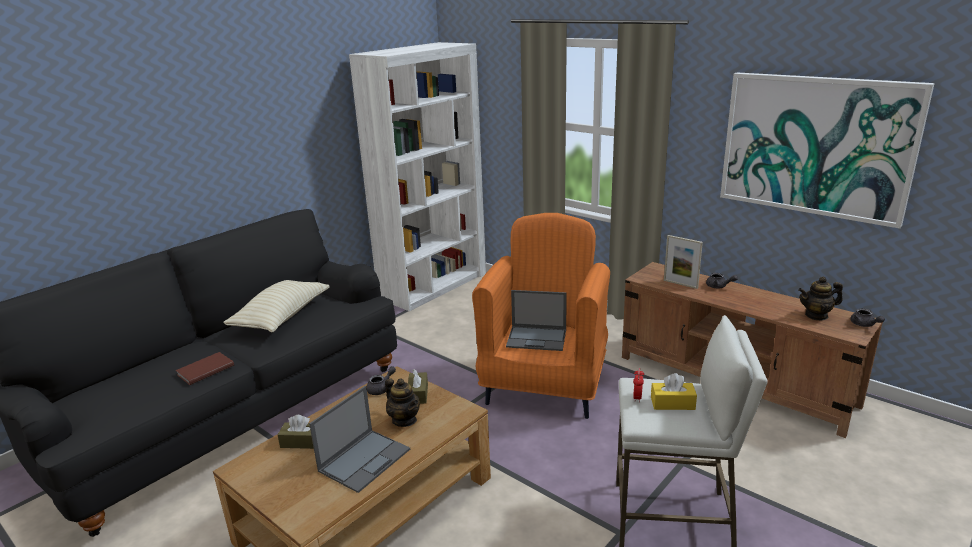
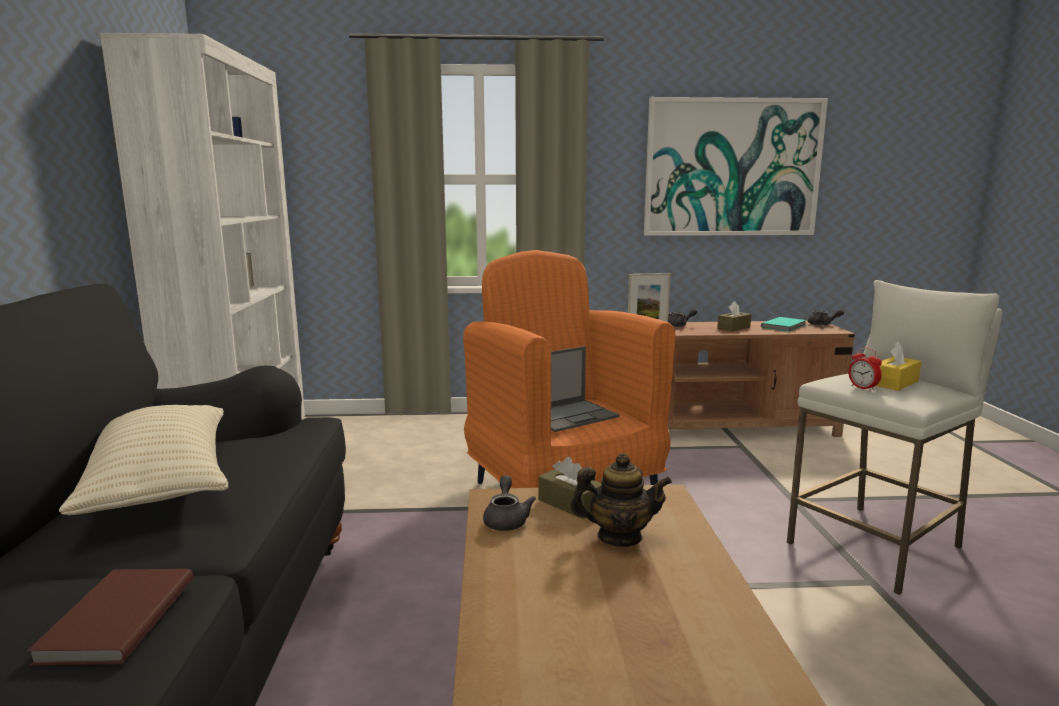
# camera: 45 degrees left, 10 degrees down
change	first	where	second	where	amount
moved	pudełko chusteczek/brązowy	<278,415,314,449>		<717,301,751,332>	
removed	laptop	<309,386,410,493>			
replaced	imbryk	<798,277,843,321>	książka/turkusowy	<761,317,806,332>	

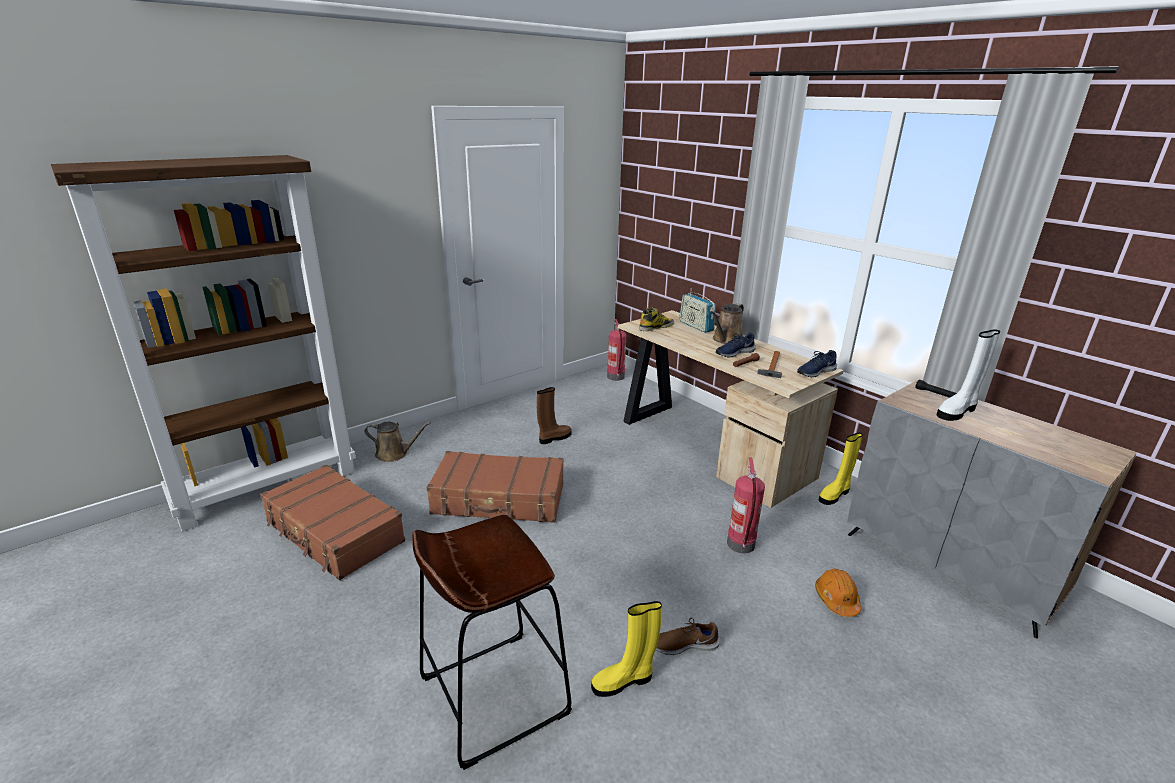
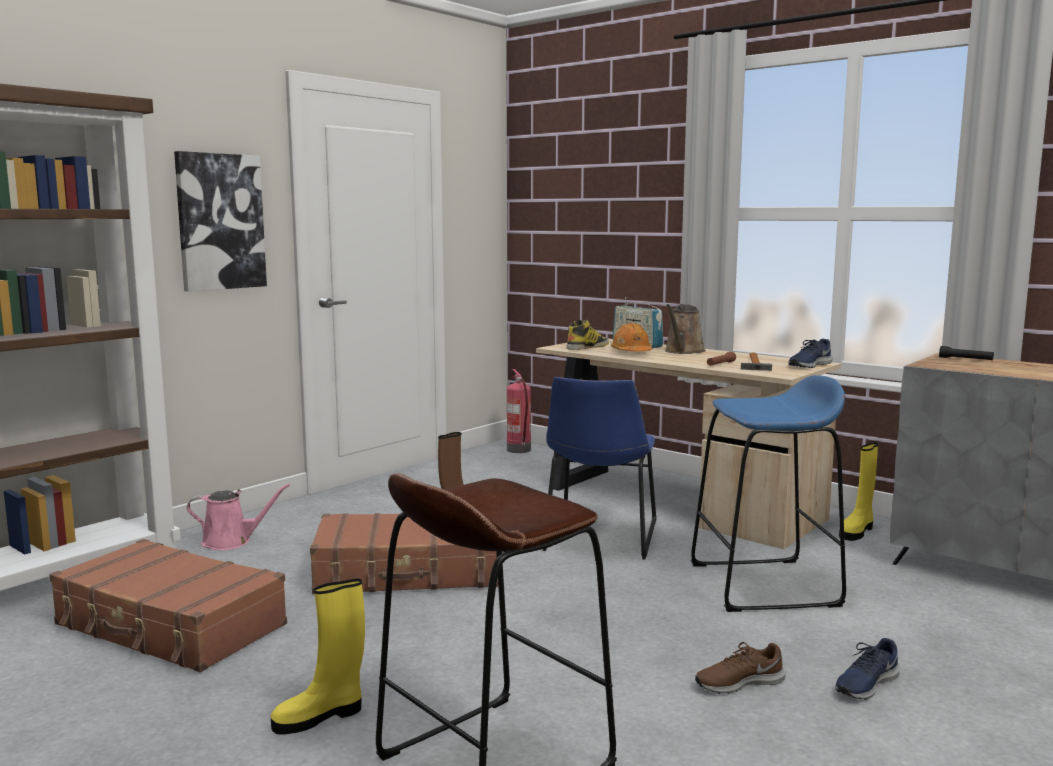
# camera: 10 degrees left, 15 degrees down
change	first	where	second	where	amount
recoloured	konewka/brązowy	<365,422,430,462>	konewka/różowy	<187,484,290,550>	
moved	but z cholewką/żółty	<591,601,662,697>		<271,579,365,735>	
moved	but/niebieski	<715,333,756,358>		<835,638,900,700>	
replaced	gaśnica	<727,457,765,553>	stołek/niebieski	<691,375,846,612>	
moved	kask/pomarańczowy	<815,569,861,617>		<611,323,653,351>	
removed	but z cholewką/biały	<937,329,1000,421>			
added			obraz	<174,151,267,292>	
added			krzesło/niebieski	<543,377,656,559>	

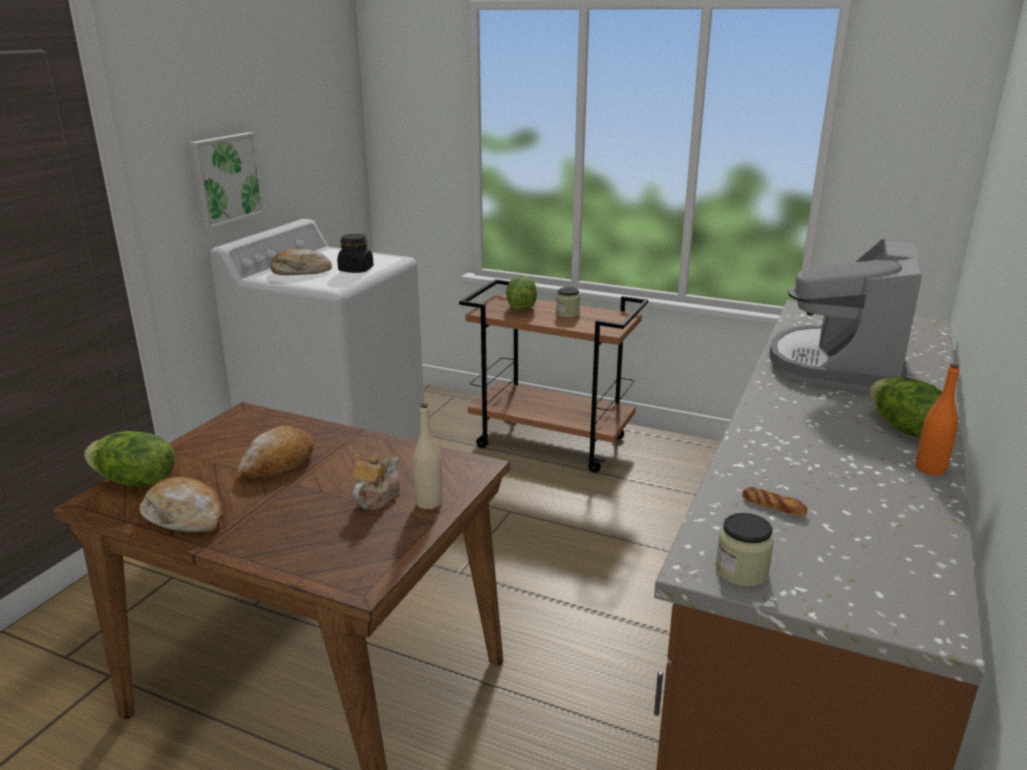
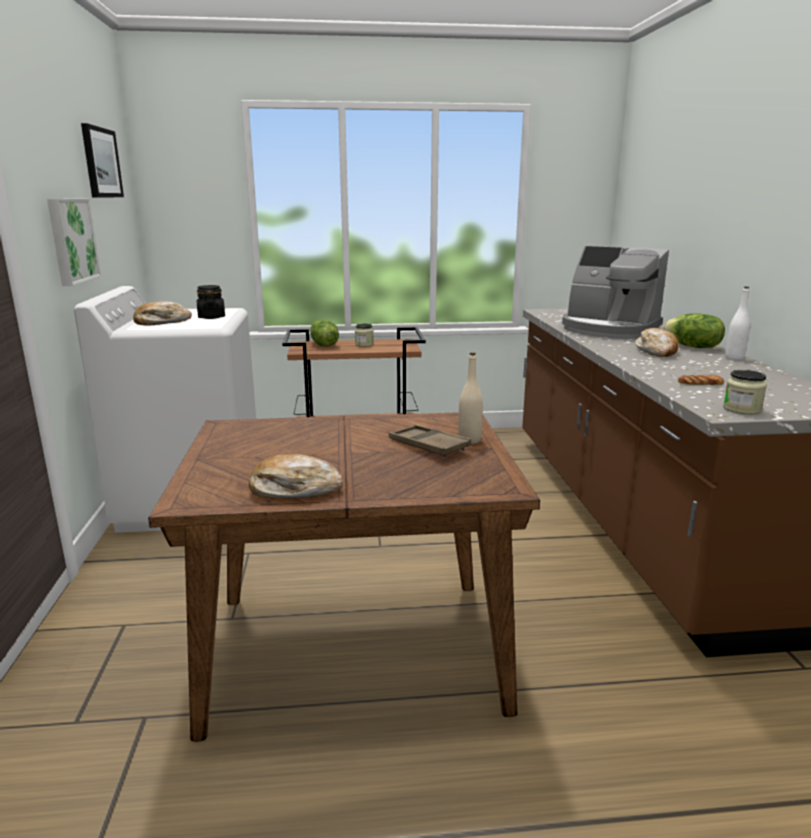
# camera: 30 degrees left, 5 degrees down
change	first	where	second	where	amount
removed	sałata	<84,431,175,487>			
moved	chleb	<237,426,314,479>		<635,328,679,357>	
replaced	imbryk	<352,455,400,510>	taca/brązowy	<389,425,471,457>	
turned	ekspres do kawy	<769,239,922,392>		<562,246,669,339>	45 degrees counterclockwise
recoloured	butelka/pomarańczowy	<916,364,960,475>	butelka/biały	<725,287,750,360>	
added			obraz	<81,123,124,197>	

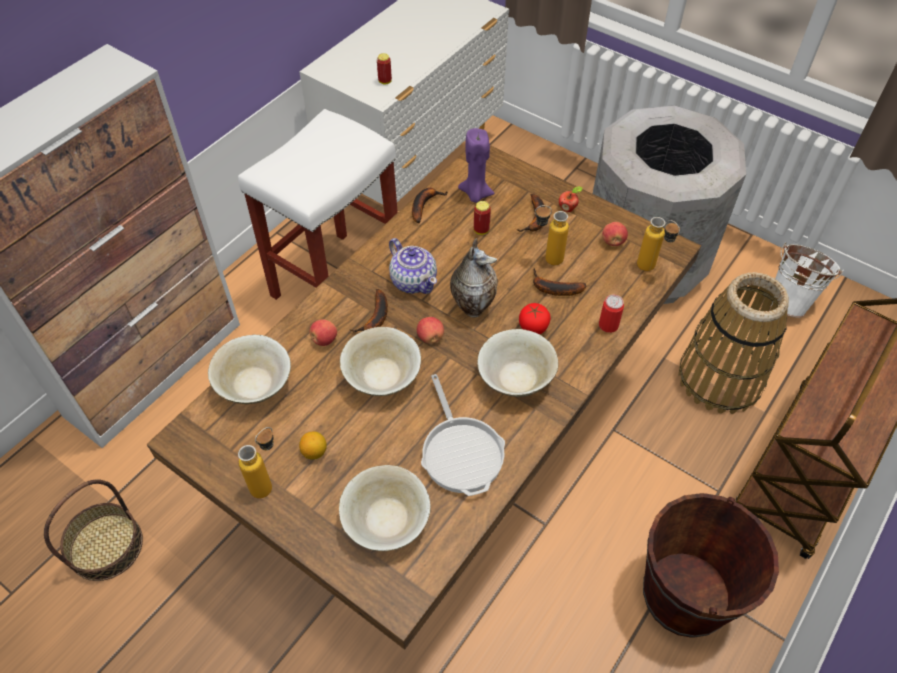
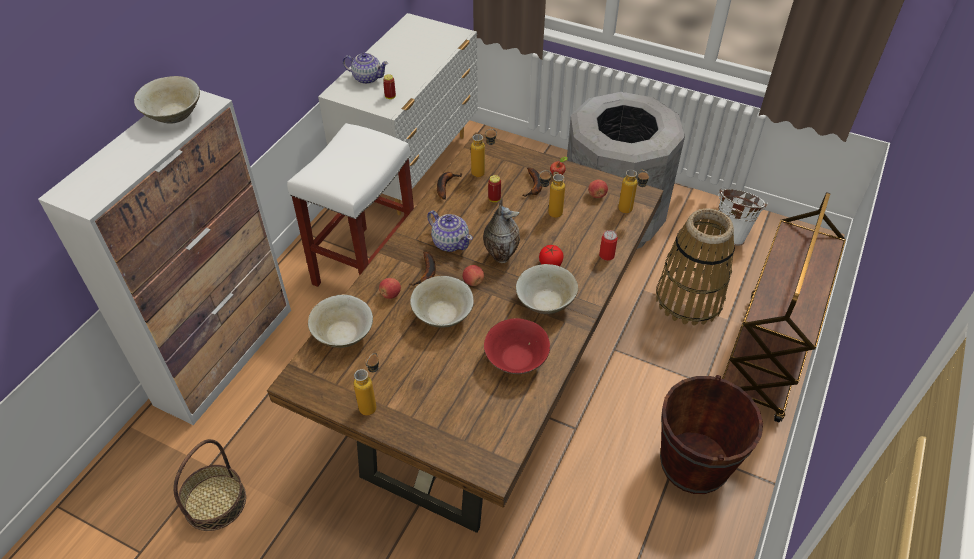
# camera: 10 degrees left, 5 degrees down
change	first	where	second	where	amount
removed	cytryna	<299,431,327,459>			
moved	miska/beżowy	<339,465,431,551>		<134,76,200,124>	
replaced	patelnia	<421,374,505,496>	miska/czerwony	<484,318,550,374>	
replaced	świeca/fioletowy	<458,128,494,203>	butelka	<471,129,497,177>	
removed	banan	<533,268,587,296>			
added			imbryk	<343,53,388,84>	

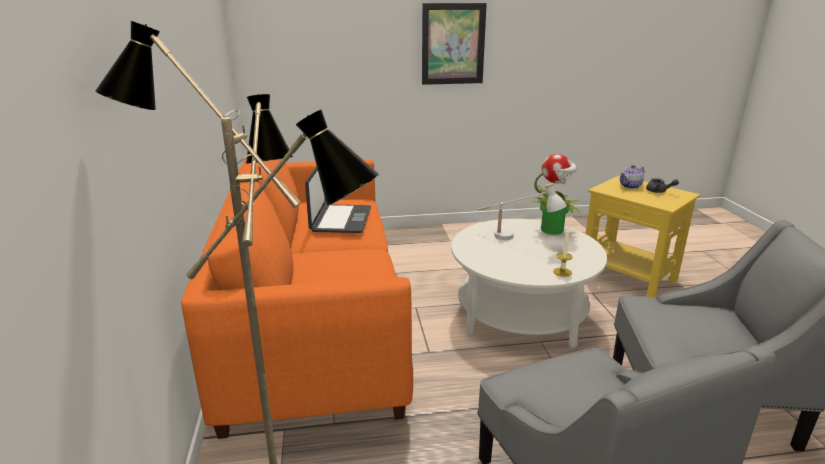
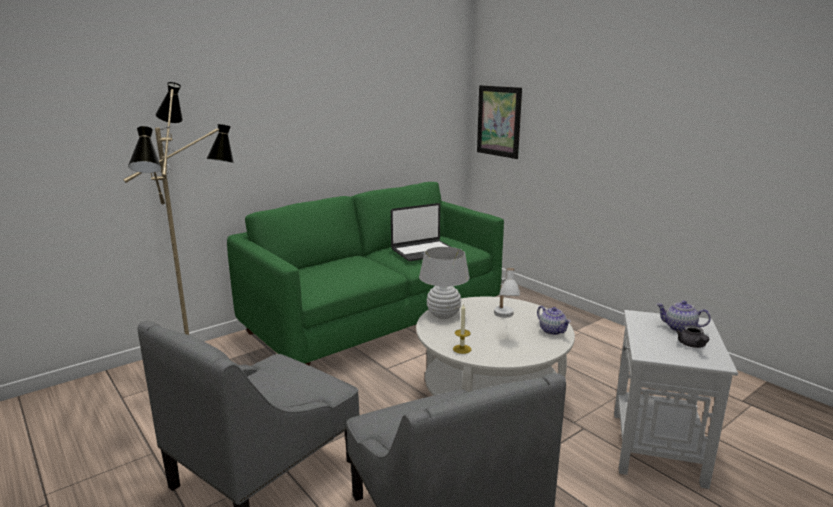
# camera: 60 degrees right, 5 degrees down
change	first	where	second	where	amount
recoloured	kanapa/pomarańczowy	<181,152,413,439>	kanapa/zielony	<227,182,504,366>	
moved	obraz	<422,3,487,85>		<477,85,522,159>	
replaced	roślina doniczkowa	<530,154,580,235>	imbryk	<537,306,571,335>	
recoloured	stolik/żółty	<586,175,700,298>	stolik/biały	<614,310,738,489>	
added			lampa stołowa/biały	<419,247,470,319>	

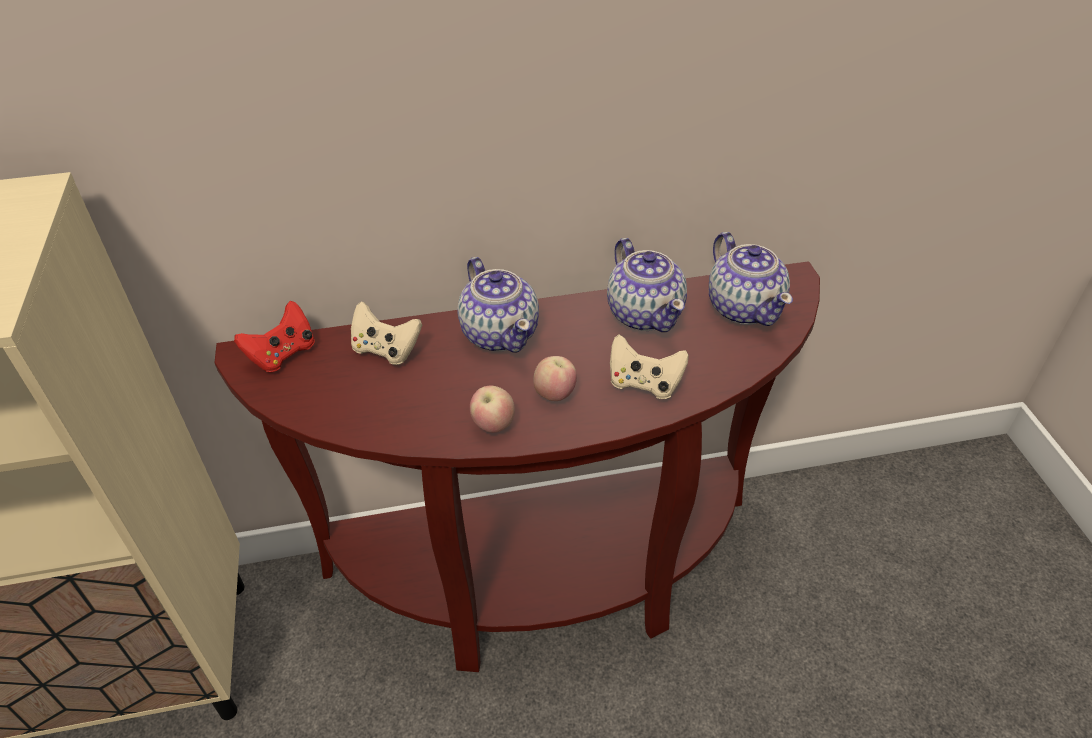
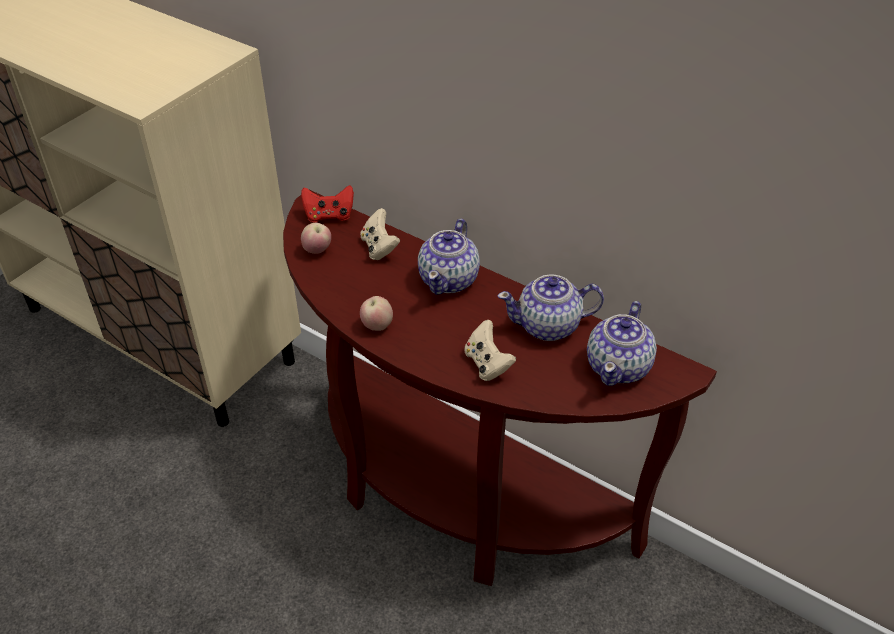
# camera: 45 degrees right, 0 degrees up
change	first	where	second	where	amount
moved	jabłko	<533,356,577,401>		<301,223,331,254>	
turned	imbryk	<607,238,687,332>		<498,274,604,341>	60 degrees clockwise

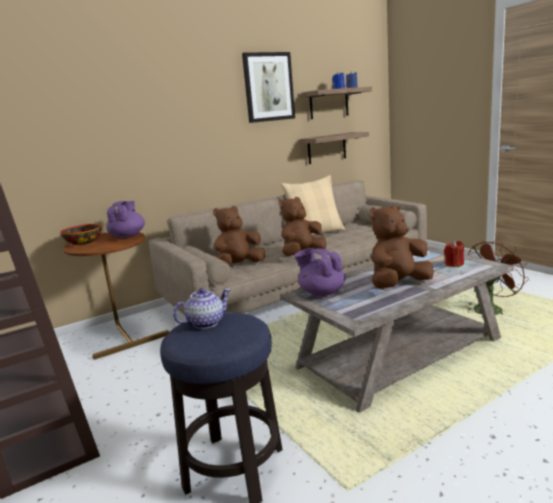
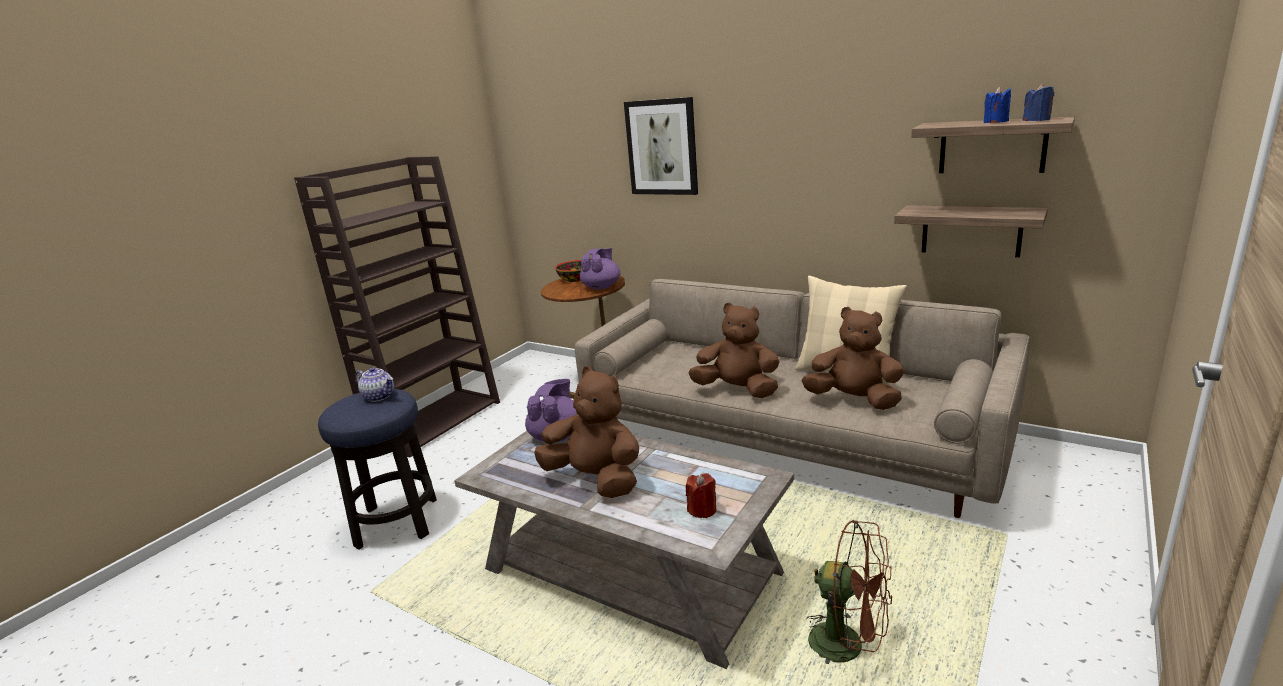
# camera: 65 degrees right, 5 degrees up
change	first	where	second	where	amount
turned	imbryk/fioletowy	<106,201,145,238>		<580,248,620,290>	45 degrees counterclockwise
moved	pluszak/brązowy	<213,206,265,265>		<801,307,904,410>	
moved	obraz	<242,52,295,123>		<624,97,698,195>	

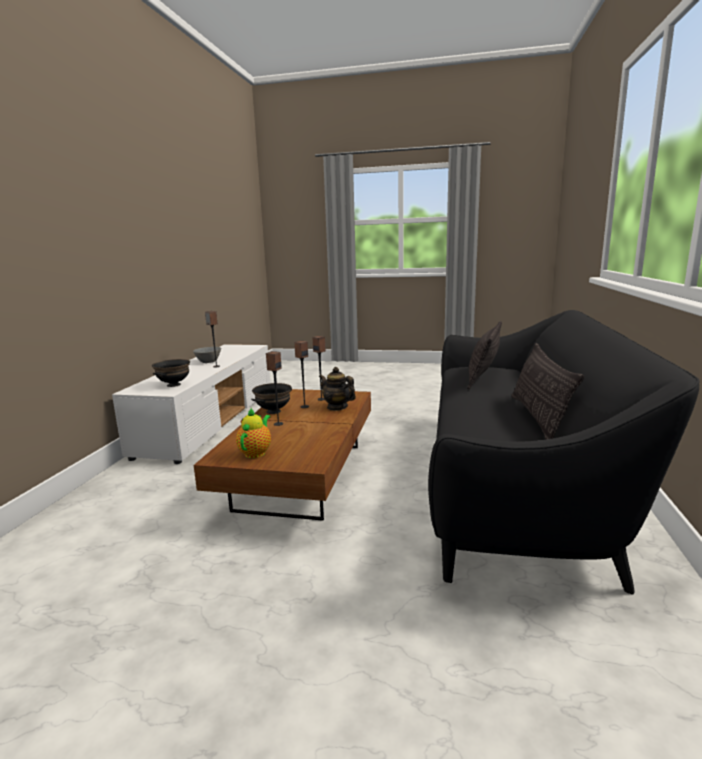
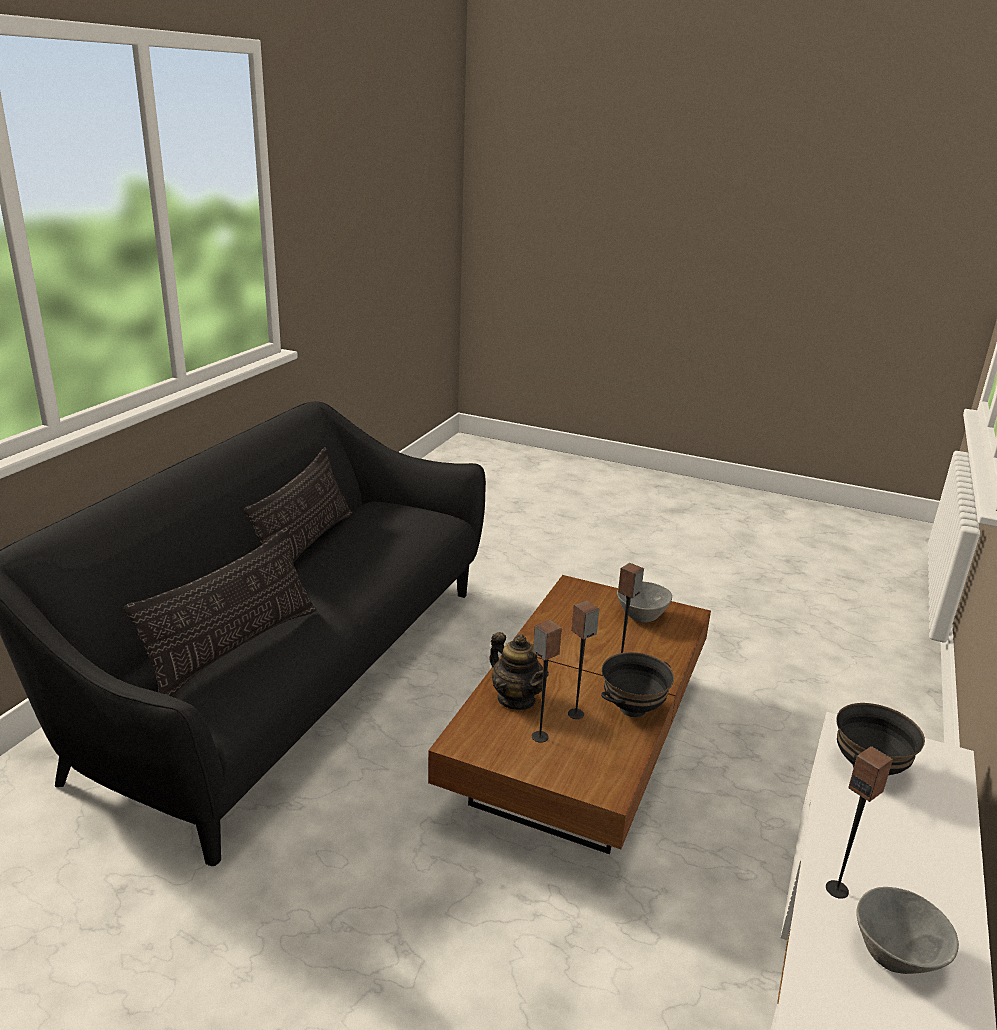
# camera: 170 degrees left, 10 degrees up
change	first	where	second	where	amount
replaced	imbryk	<236,408,271,458>	miska/szary	<617,582,672,623>	

